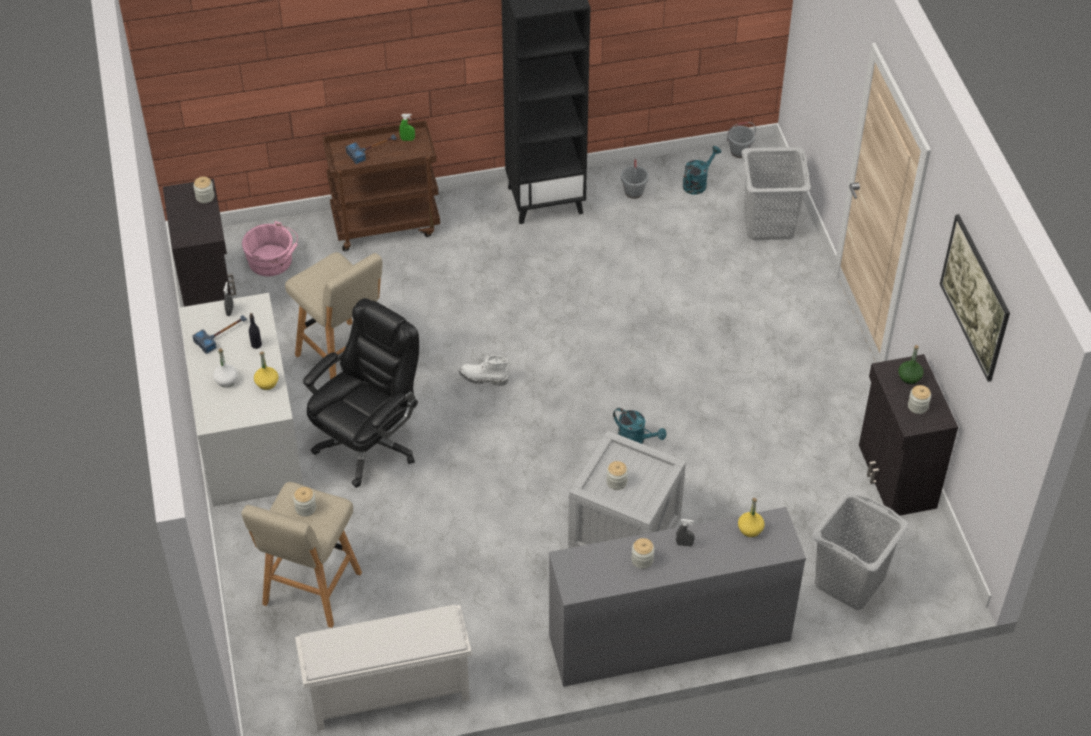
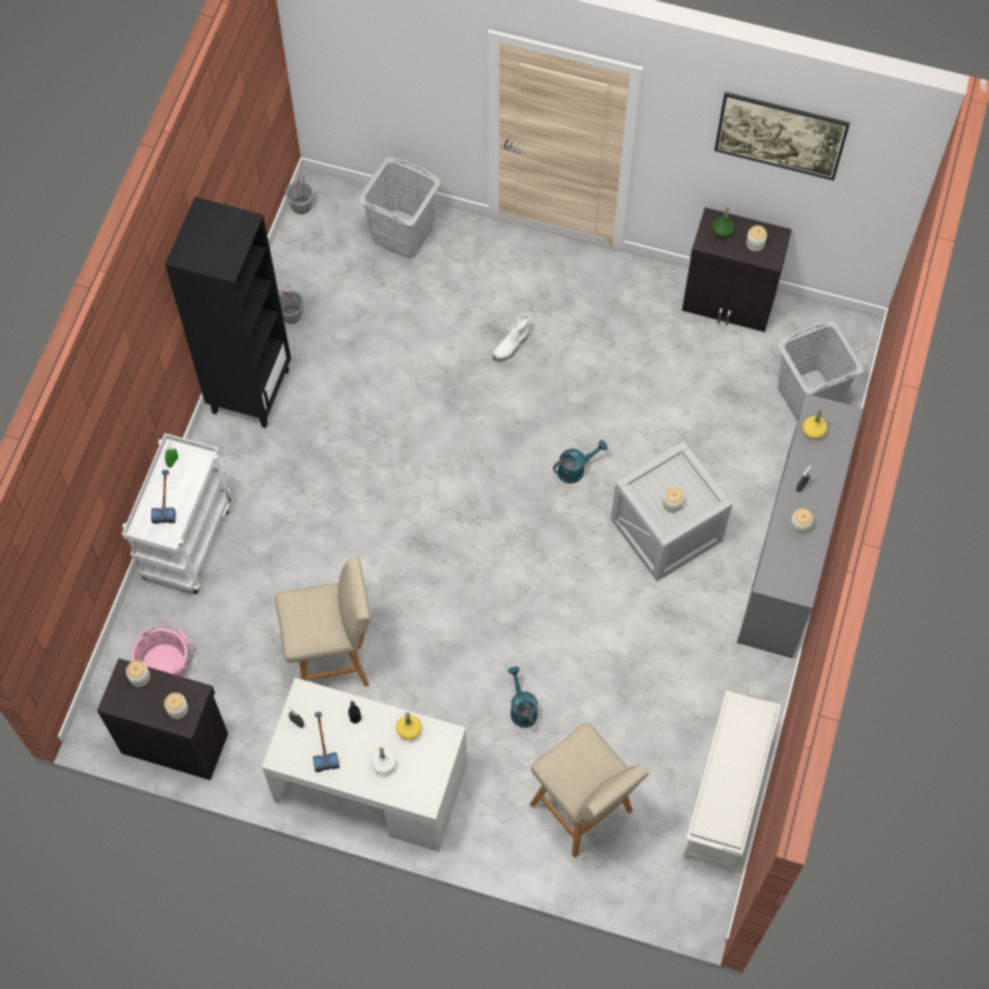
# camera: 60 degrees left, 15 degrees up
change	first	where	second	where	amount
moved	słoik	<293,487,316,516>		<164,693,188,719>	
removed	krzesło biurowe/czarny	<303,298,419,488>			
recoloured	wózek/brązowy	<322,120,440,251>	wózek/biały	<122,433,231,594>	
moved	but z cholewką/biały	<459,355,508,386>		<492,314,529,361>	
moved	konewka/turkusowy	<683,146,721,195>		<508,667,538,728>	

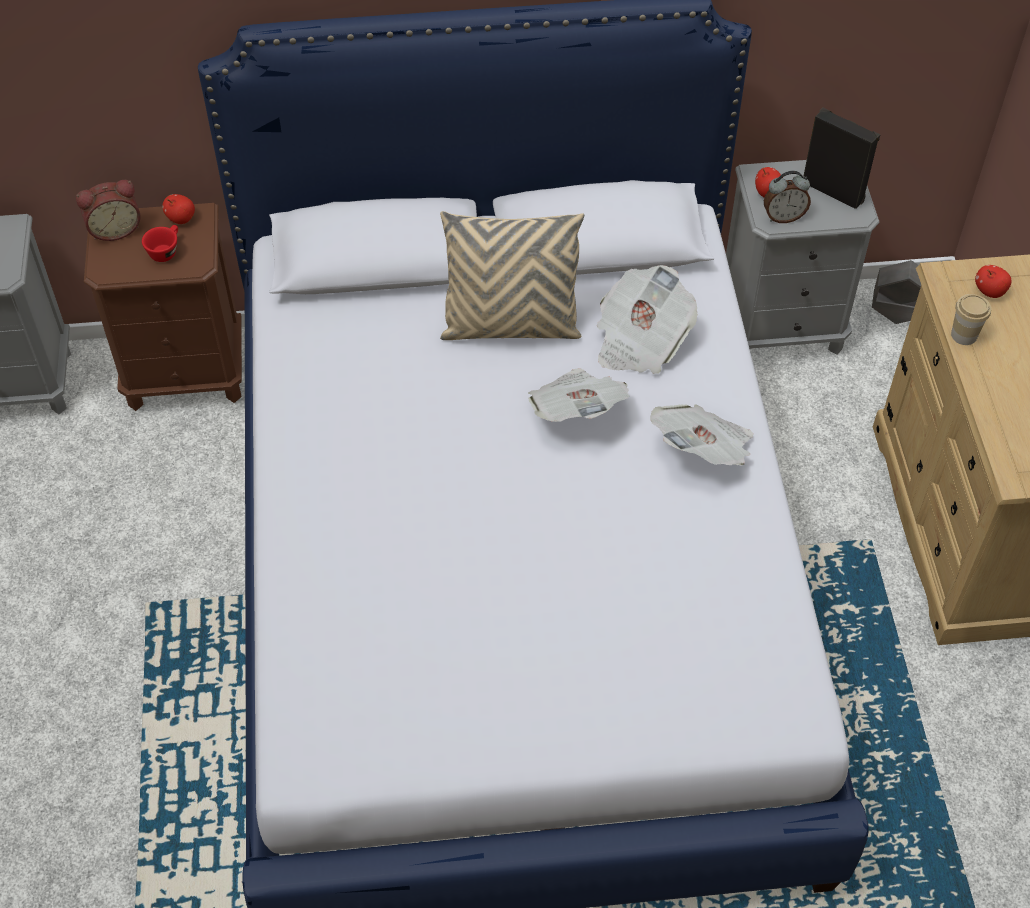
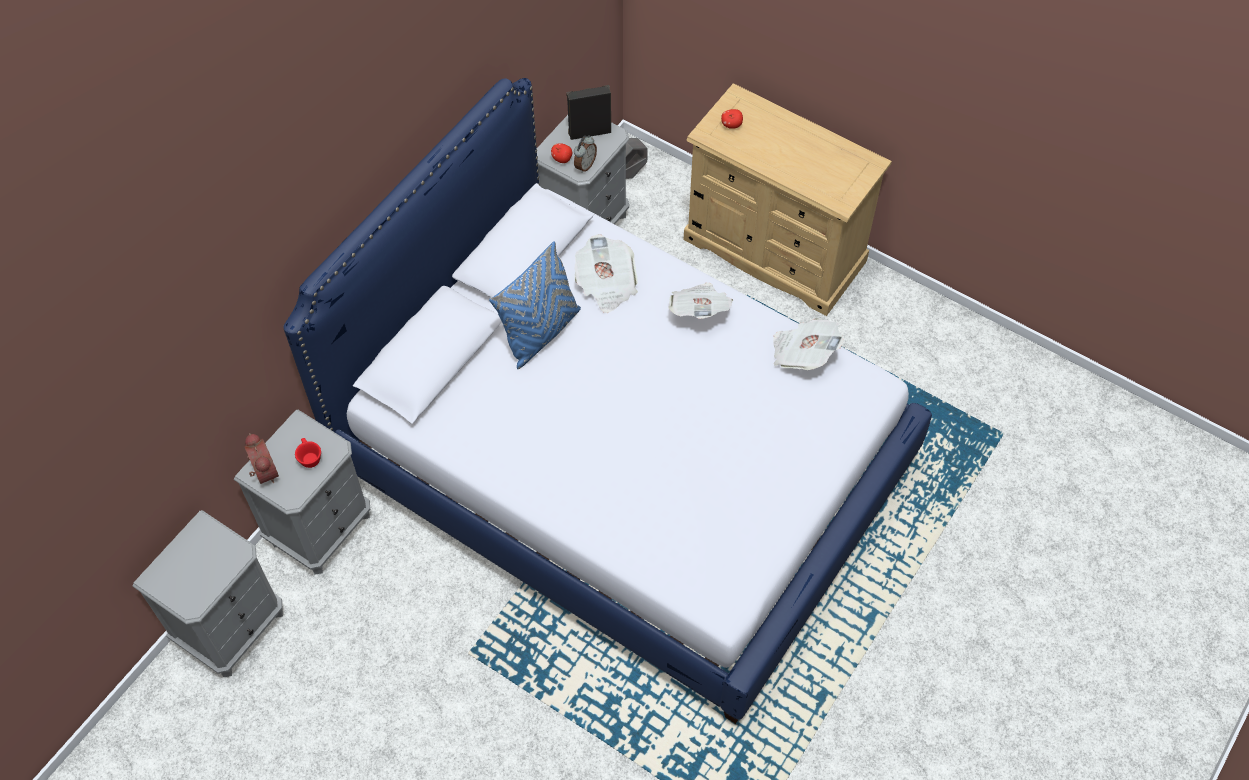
# camera: 50 degrees left, 5 degrees up
change	first	where	second	where	amount
turned	budzik	<76,180,140,241>		<244,433,279,484>	45 degrees counterclockwise
recoloured	szafka nocna/brązowy	<84,203,242,411>	szafka nocna/szary	<234,409,370,575>	
removed	jabłko	<162,194,195,224>			
recoloured	poduszka/beżowy	<440,211,584,340>	poduszka/niebieski	<489,241,581,369>	
moved	gazeta	<528,368,629,422>		<773,318,843,370>	
removed	filiżanka	<951,294,991,345>			

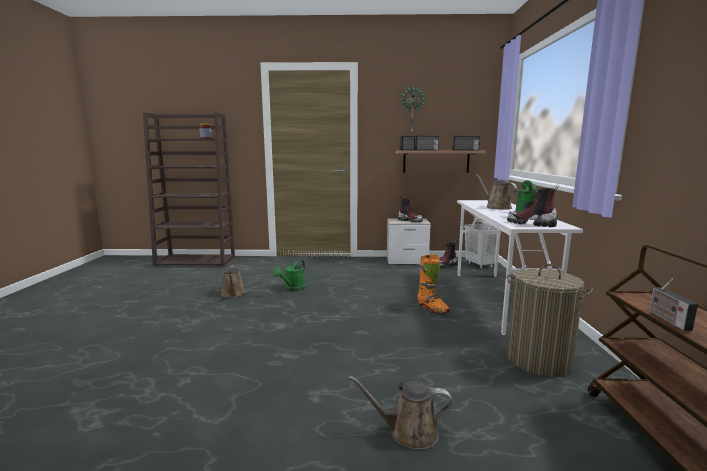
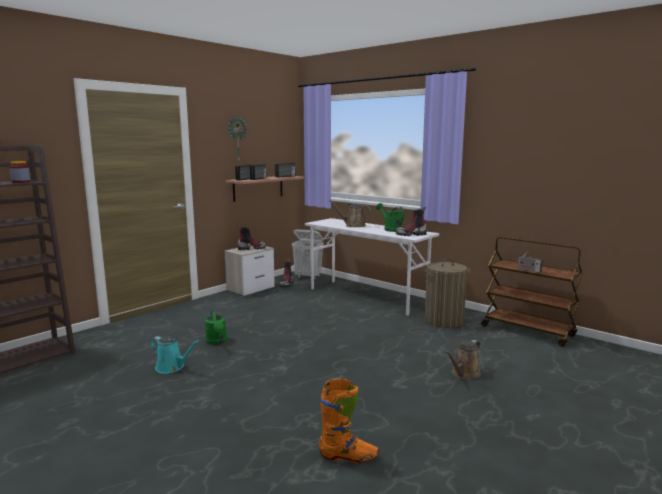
# camera: 50 degrees left, 0 degrees up
change	first	where	second	where	amount
recoloured	konewka/brązowy	<221,266,246,298>	konewka/turkusowy	<150,336,199,374>	
moved	but z cholewką/pomarańczowy	<417,254,450,313>		<319,379,379,463>	

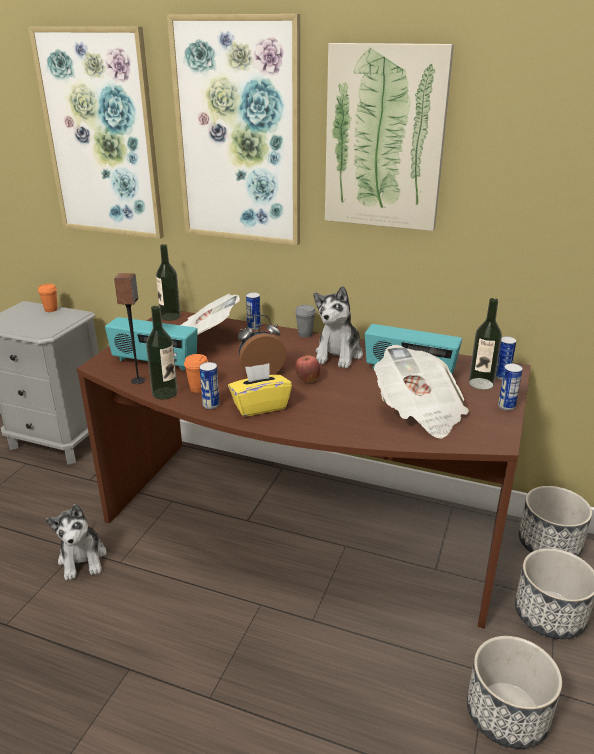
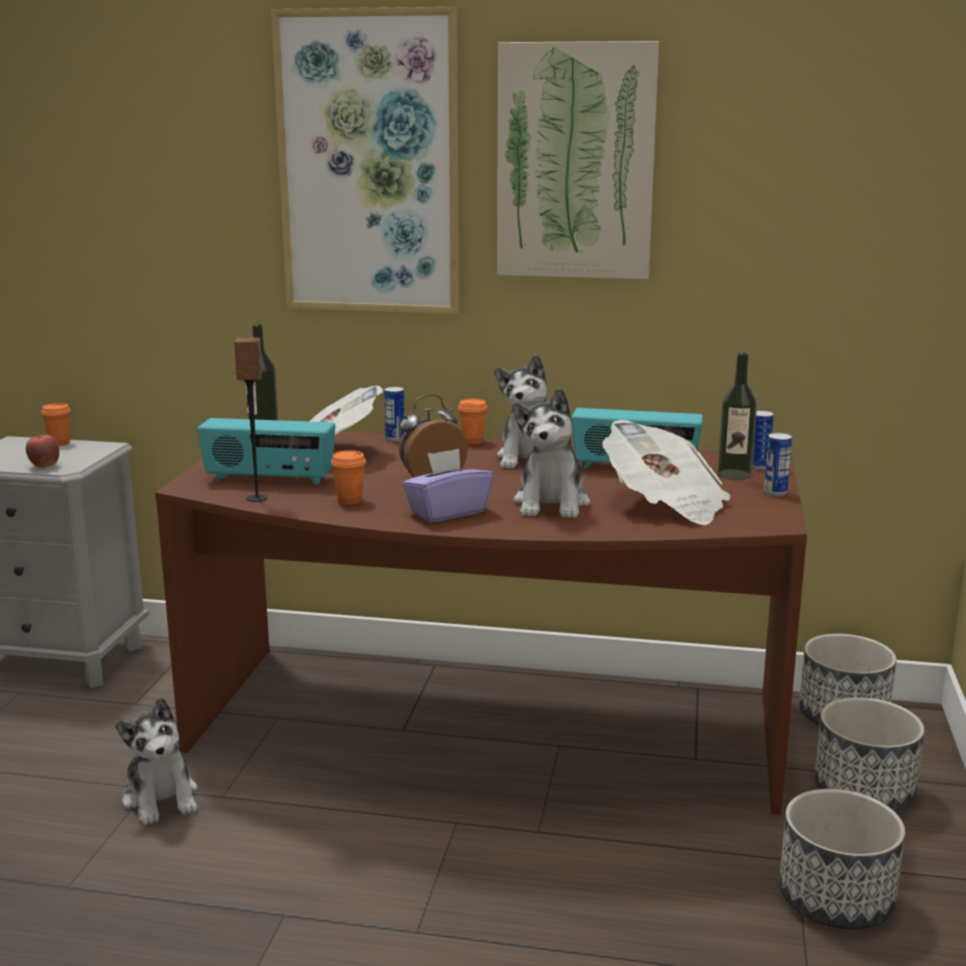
# camera: 10 degrees left, 10 degrees down
change	first	where	second	where	amount
removed	obraz	<28,26,164,239>			
removed	butelka	<146,306,178,400>			
removed	puszka	<200,362,219,409>			
recoloured	pudełko chusteczek/żółty	<228,363,292,417>	pudełko chusteczek/fioletowy	<402,448,494,522>	
recoloured	filiżanka/szary	<295,305,316,338>	filiżanka/pomarańczowy	<458,399,488,445>	
moved	jabłko	<295,355,320,382>		<26,435,59,468>	
added			pluszak	<512,388,590,518>	

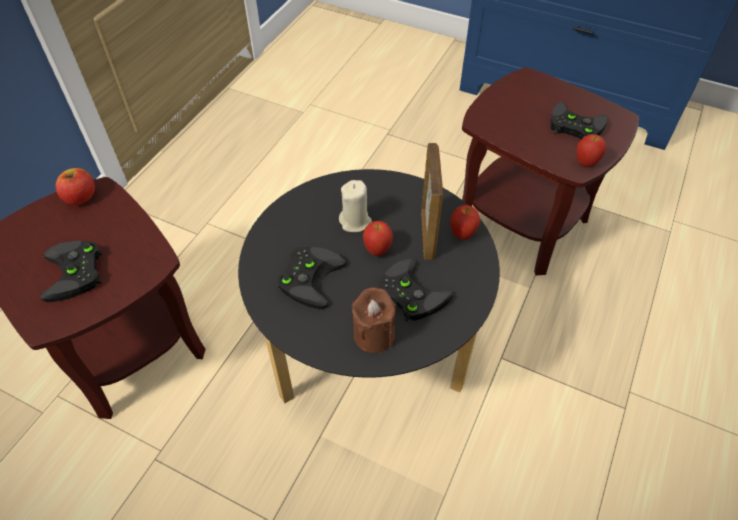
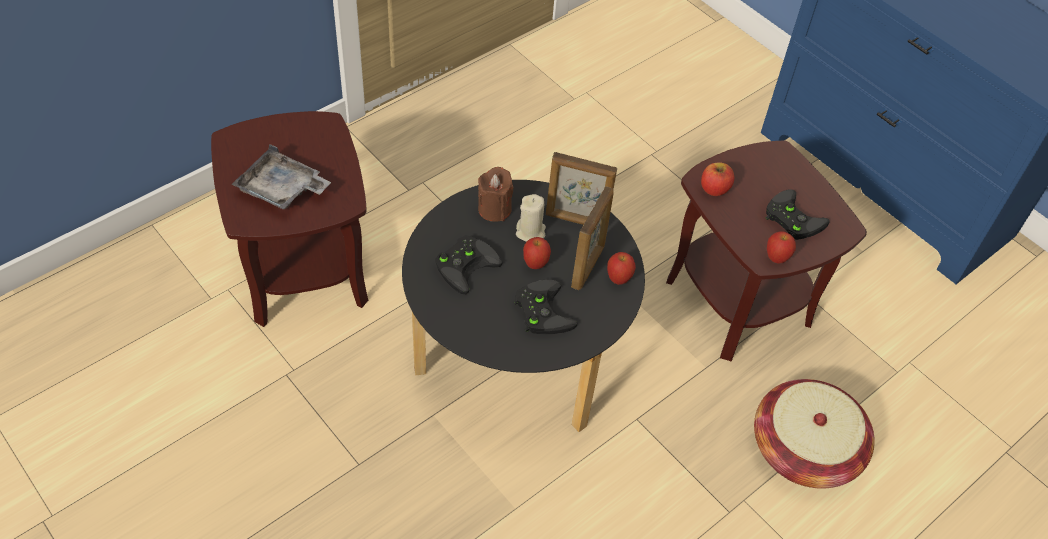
# camera: 20 degrees right, 0 degrees up
change	first	where	second	where	amount
replaced	pad do gier/czarny	<40,241,102,302>	taca/szary	<232,144,331,210>	
moved	jabłko	<55,168,95,205>		<701,162,734,196>	
moved	świeca/brązowy	<352,288,396,353>		<478,167,513,222>	
added			ramka na zdjęcie	<546,152,617,225>	
added			koszyk	<754,379,875,489>	

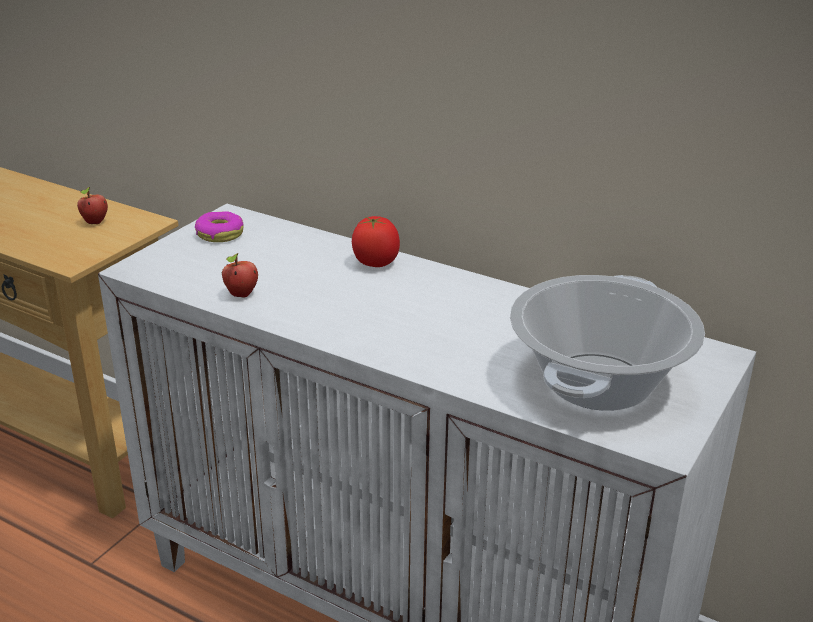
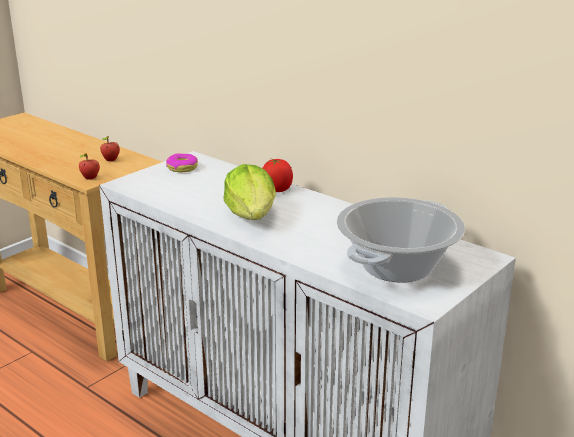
# camera: 10 degrees right, 5 degrees down
change	first	where	second	where	amount
moved	jabłko	<222,253,258,298>		<79,153,100,180>	
added			sałata	<223,164,276,220>	

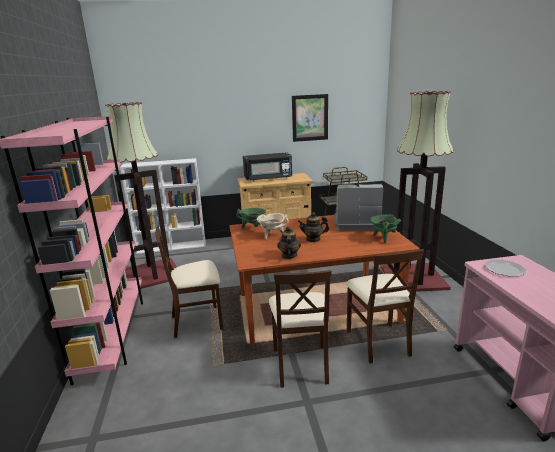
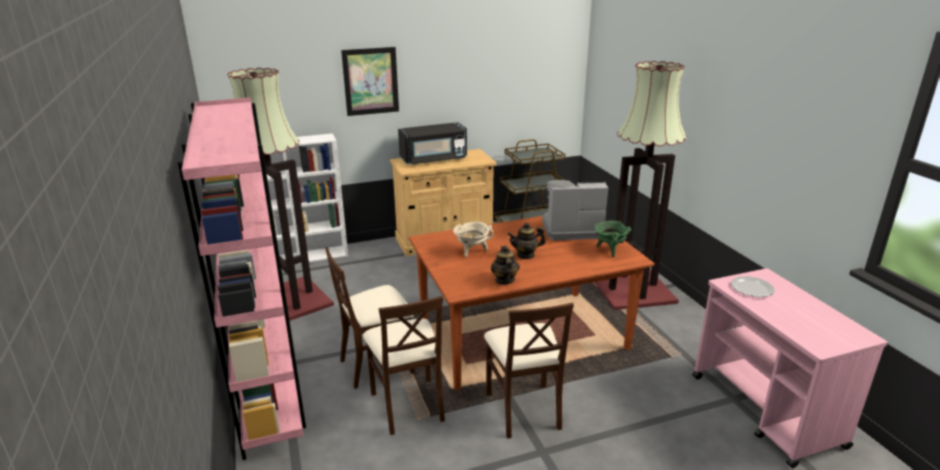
# camera: 10 degrees left, 5 degrees up
change	first	where	second	where	amount
removed	garnek/zielony	<236,208,266,229>			
moved	obraz	<292,94,328,142>		<341,47,399,116>	
moved	krzesło/beżowy	<346,249,424,363>		<363,296,445,435>	

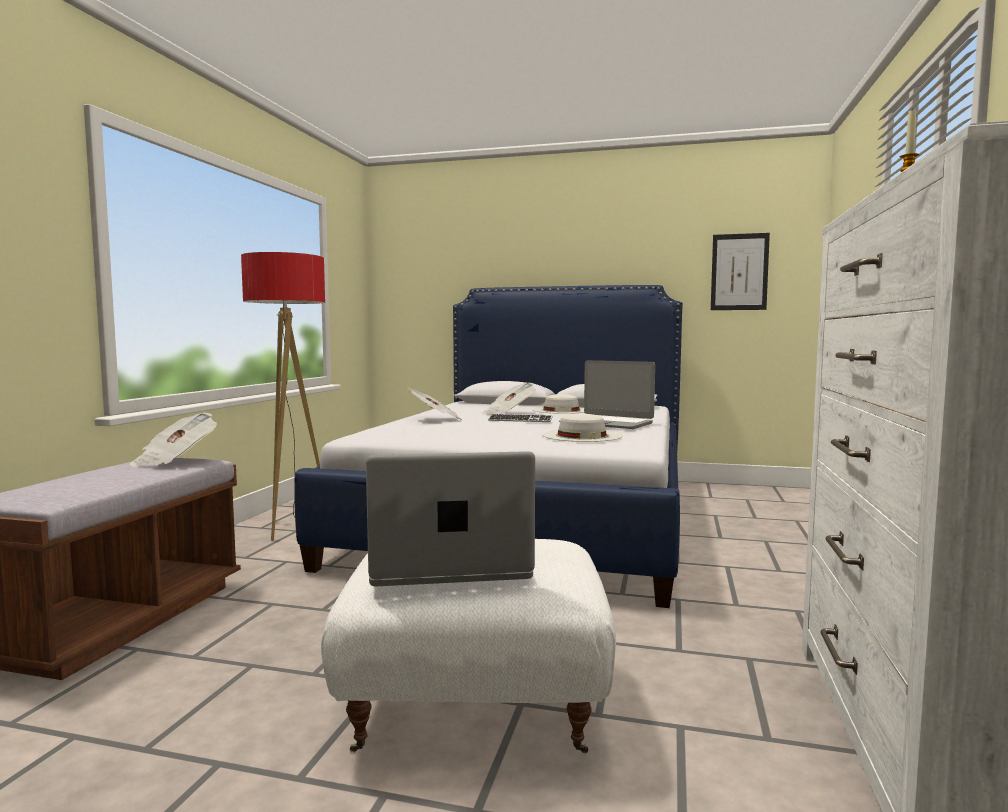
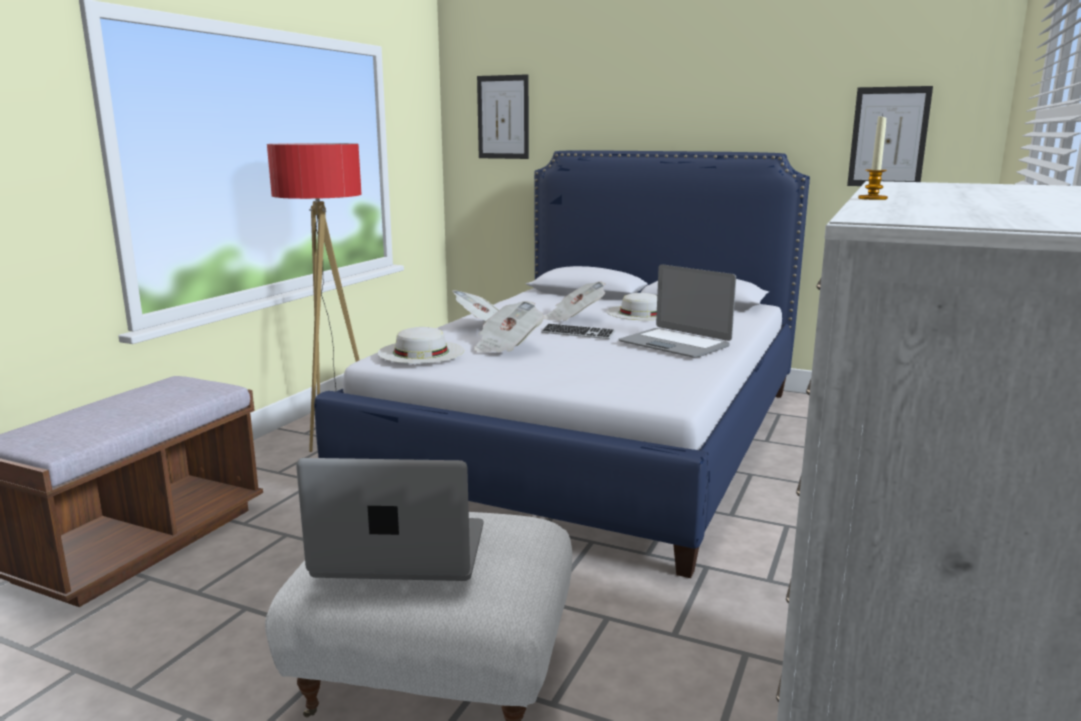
# camera: 10 degrees right, 10 degrees up
change	first	where	second	where	amount
moved	gazeta	<130,413,217,467>		<474,301,544,353>	
moved	kapelusz/biały	<542,413,622,442>		<377,327,464,364>	
added			obraz	<477,74,529,159>	

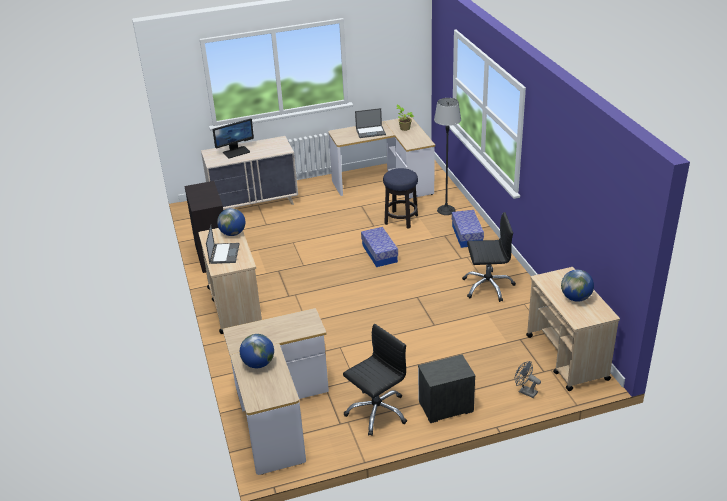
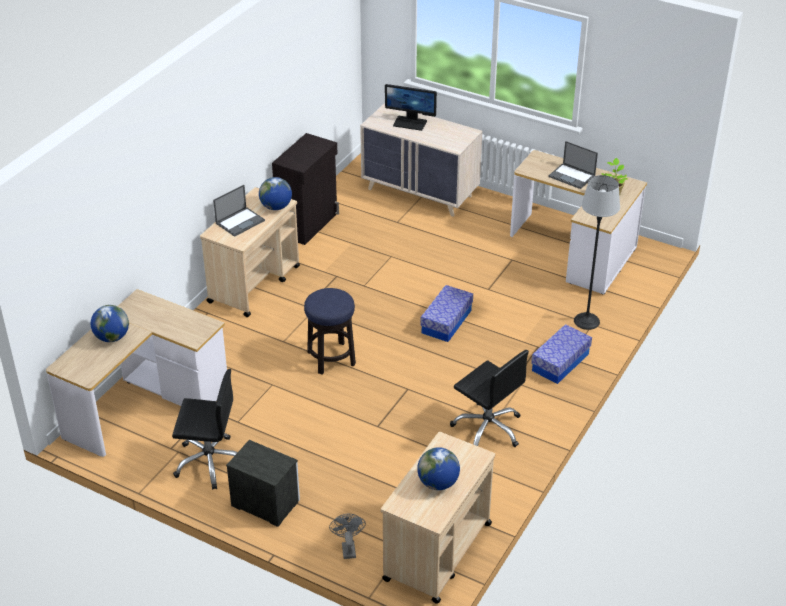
# camera: 45 degrees right, 5 degrees up
change	first	where	second	where	amount
moved	stołek	<383,168,418,229>		<304,288,356,375>	

